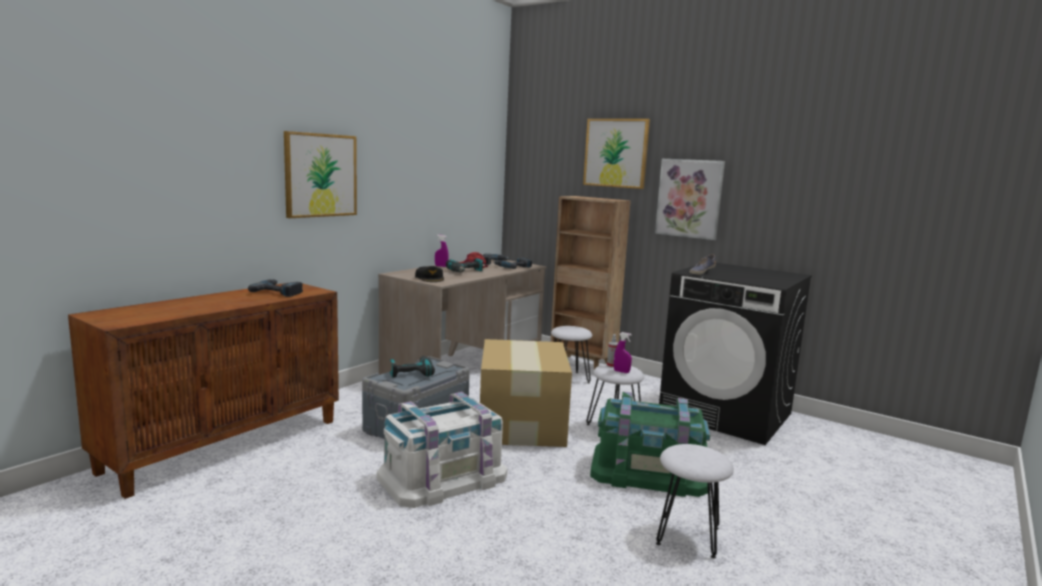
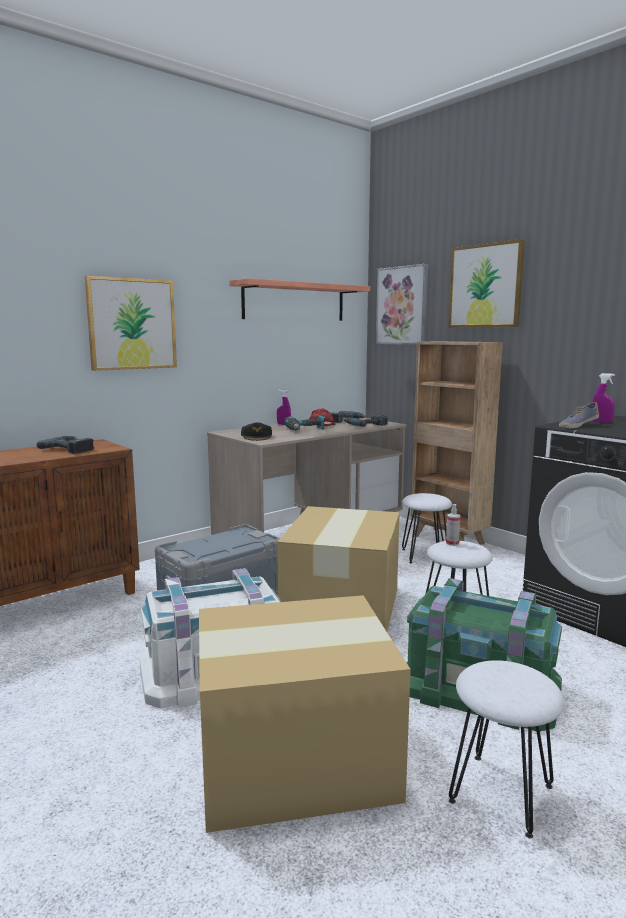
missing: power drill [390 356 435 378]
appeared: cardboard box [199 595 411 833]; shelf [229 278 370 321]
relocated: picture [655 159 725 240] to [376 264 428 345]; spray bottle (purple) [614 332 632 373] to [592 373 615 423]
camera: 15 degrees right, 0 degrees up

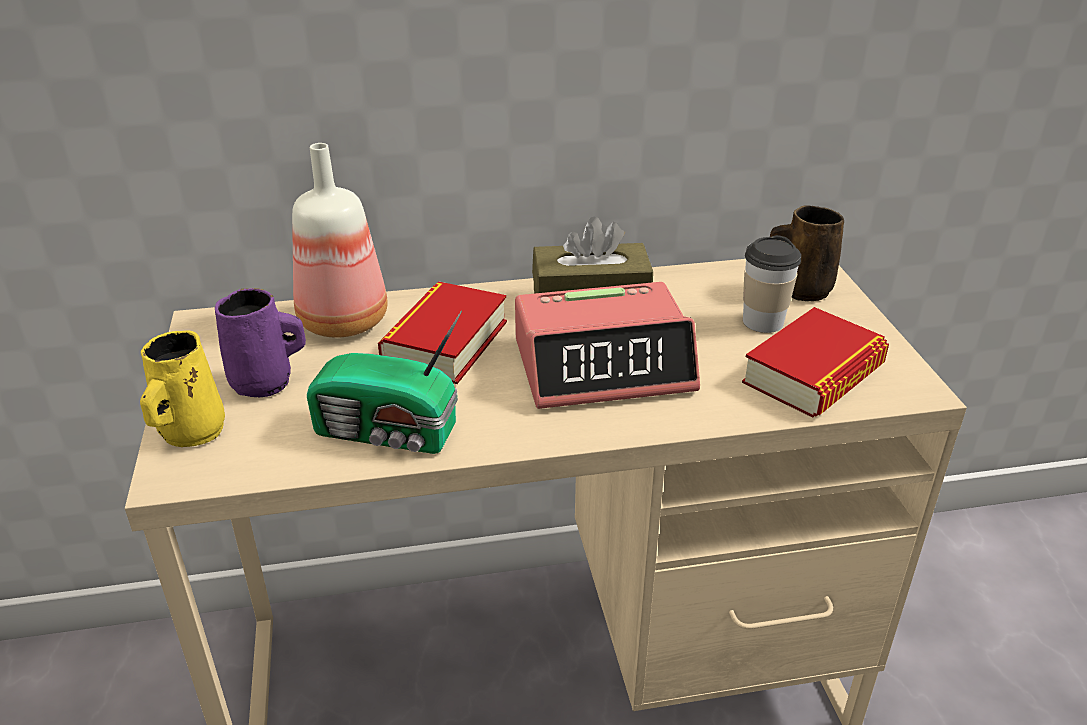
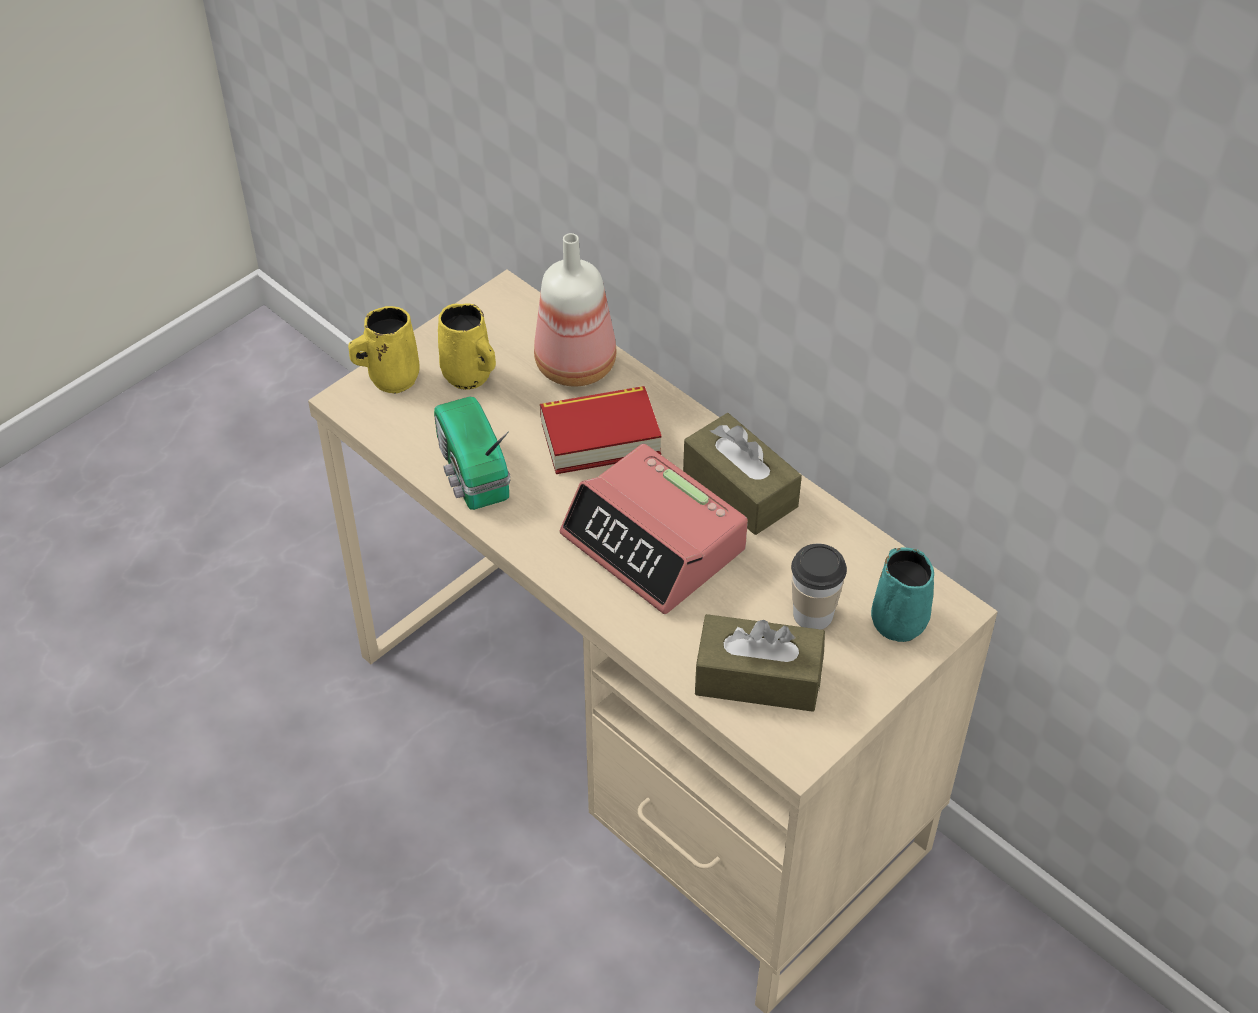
exchanged: book [742 307 889 418] to tissue box (brown) [695 614 825 712]
colour: mug (purple) [215 288 306 397] to mug (yellow) [438 303 496 390]; mug (brown) [770 205 844 301] to mug (turquoise) [871 547 934 642]
camera: 55 degrees right, 15 degrees up

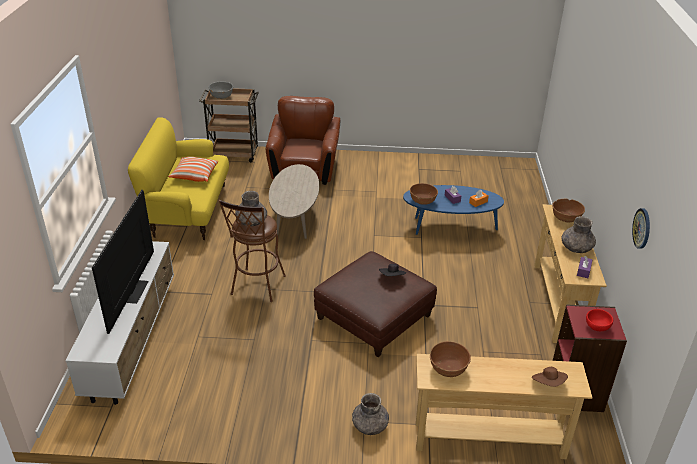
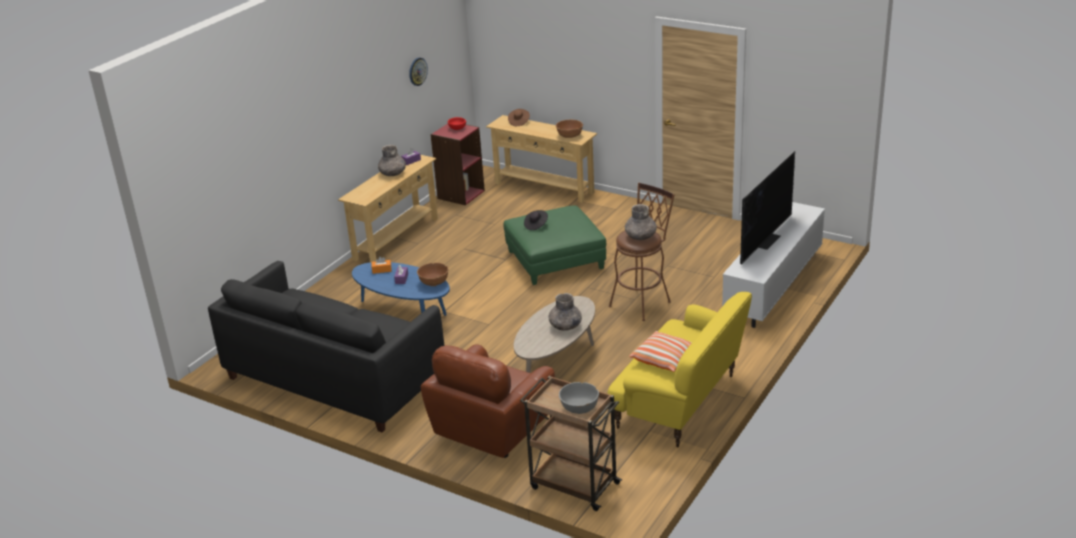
missing: bowl (brown) [552 199 585 223]
appeared: sofa (black) [208 261 444 432]
relocated: vase (grey) [352 393 389 435] to [548 293 582 331]
colour: ottoman (brown) [314 251 437 357] to ottoman (green) [504 205 606 285]
camera: 150 degrees left, 5 degrees down

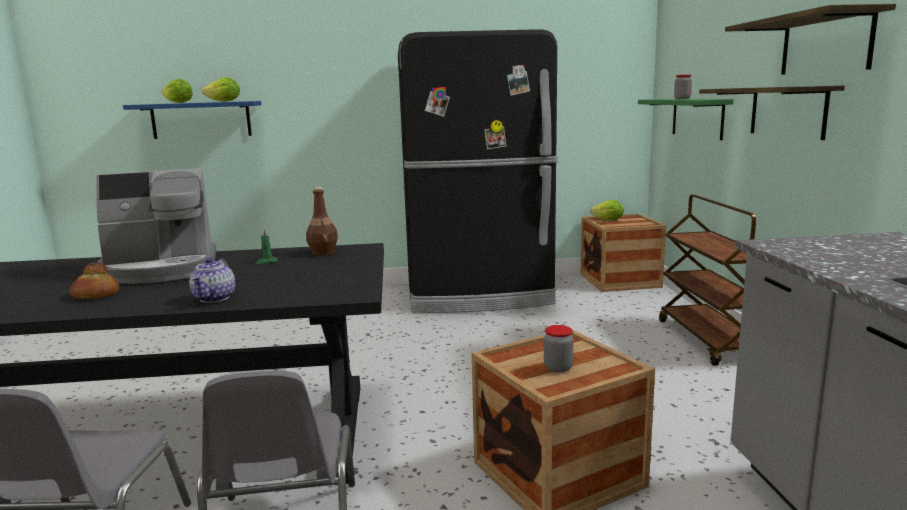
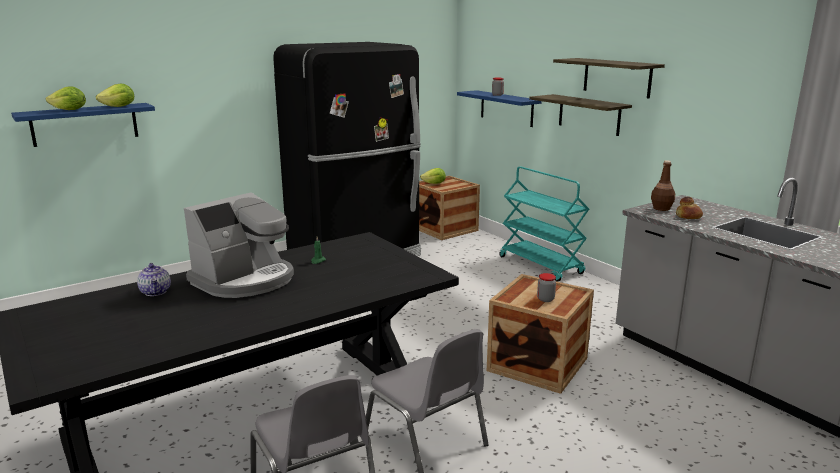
relocated: teapot [189 258 235 303] to [137 263 171 296]; bottle (brown) [306 187 338 256] to [651 160 675 211]; bread [70 262 119 299] to [676 196 703 219]
colour: shelf (green) [638 99 734 140] to shelf (blue) [457 90 542 127]; cart (brown) [659 194 756 366] to cart (turquoise) [499 166 589 282]
camera: 30 degrees left, 5 degrees up

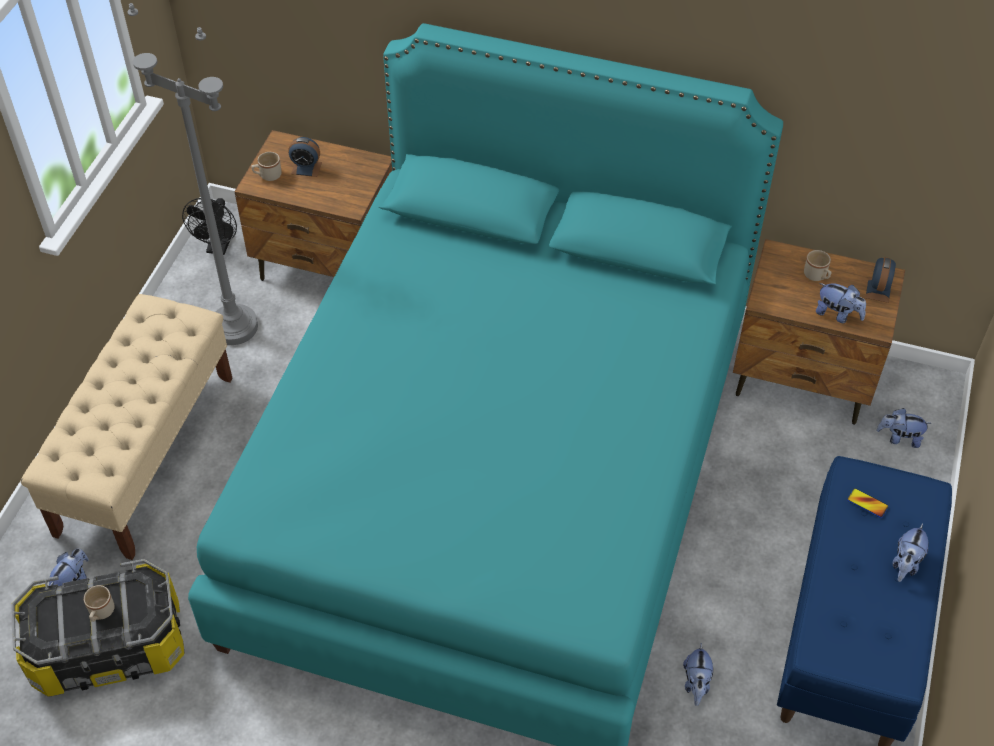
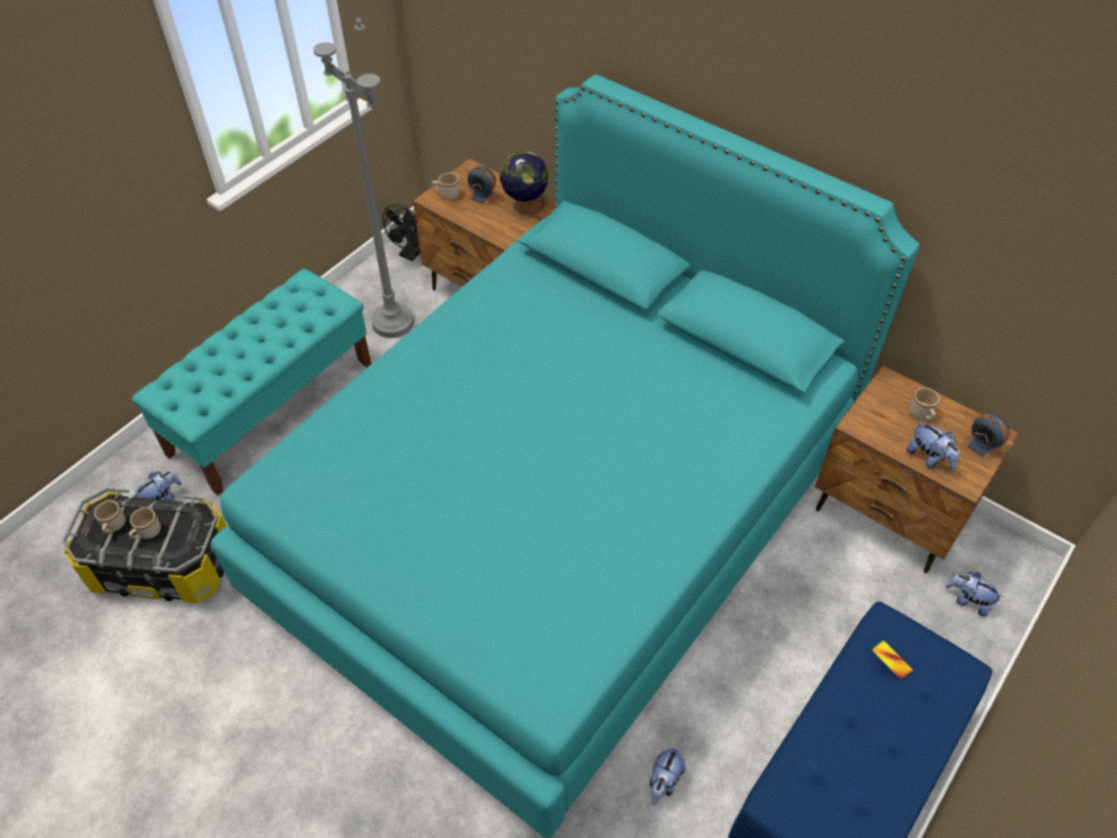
missing: plush toy [893 523 928 582]
appeared: mug (beige) [94 500 126 534]; globe [500 152 549 214]
colour: bench (beige) [21 294 232 560] to bench (turquoise) [131 269 371 495]
spun: alarm clock [865 257 896 303] = [962 413 1009 461] 105 degrees clockwise
camera: 20 degrees right, 0 degrees up

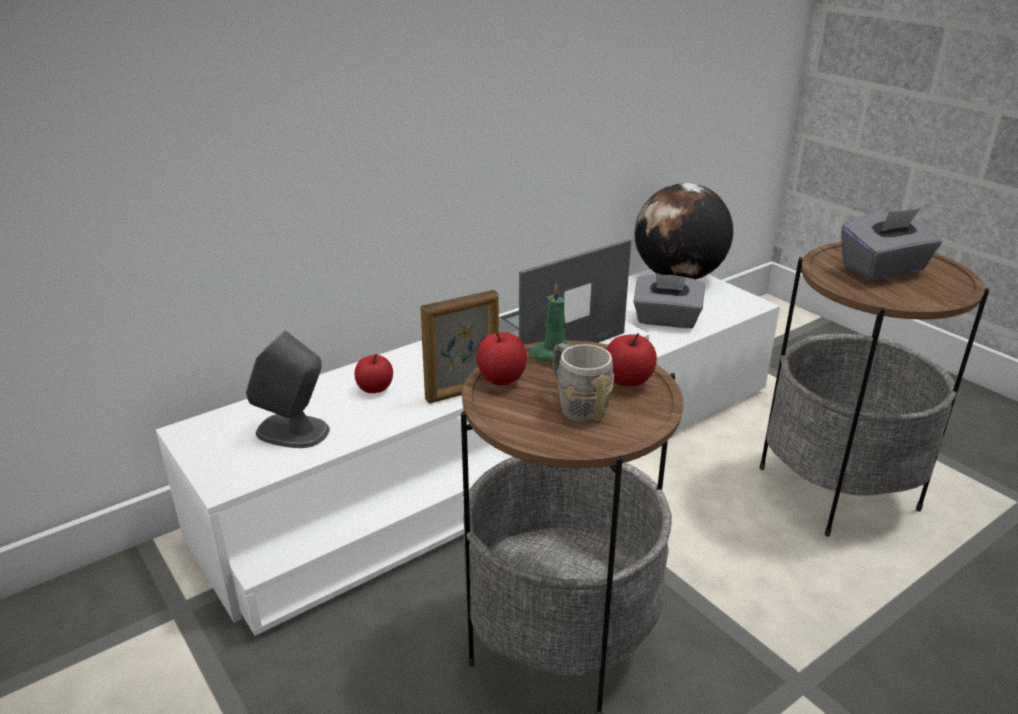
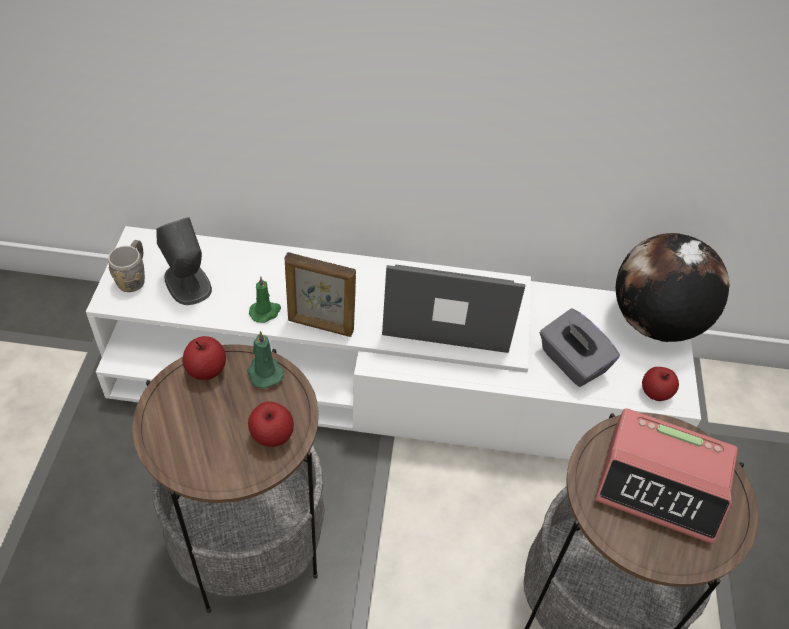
appeared: candle (green) [249 277 281 323]
relocated: mug (grey) [553 343 614 423] to [108 240 145 292]; apple [355 354 393 393] to [642 367 679 401]
exchanged: tissue box (grey) [841 208 942 280] to alarm clock [595 408 738 544]
camera: 40 degrees right, 20 degrees up

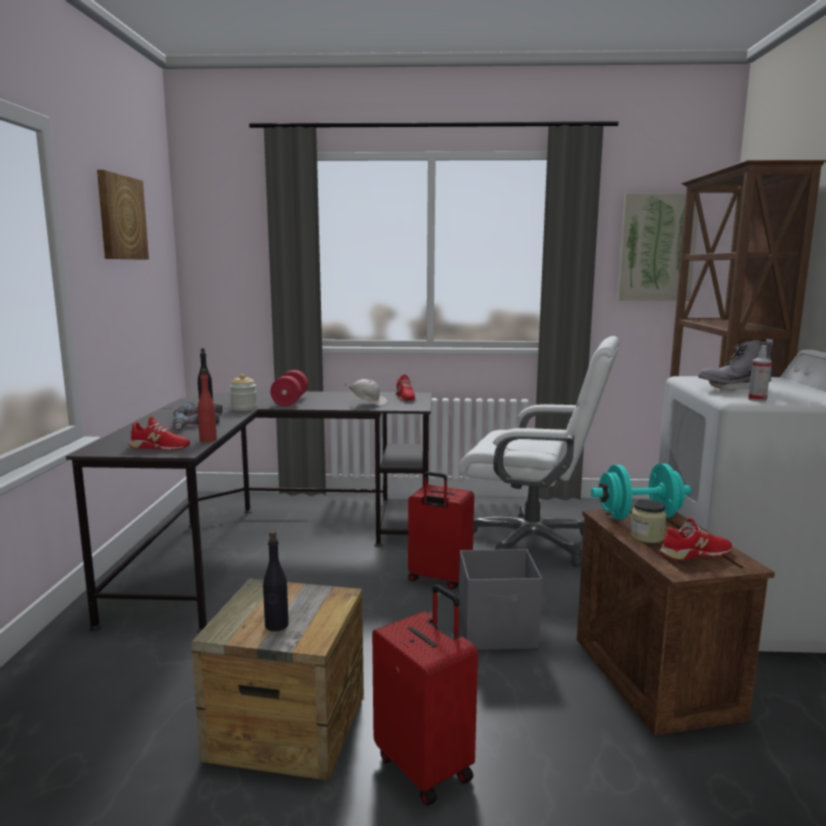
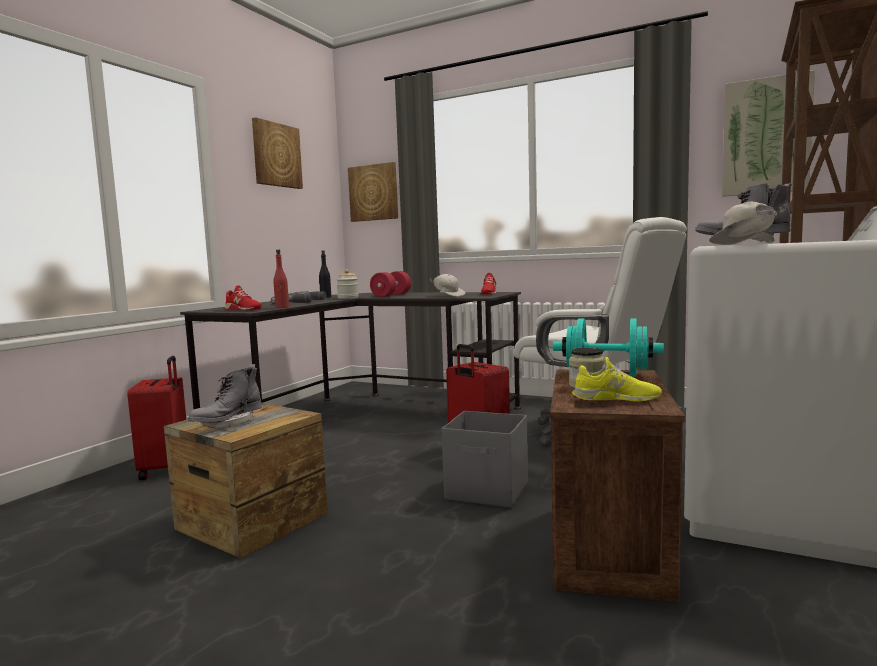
appeared: picture [348 162 398 222]
relocated: suitcase (red) [372 585 478 806] to [127 356 186 480]
exchanged: bottle (black) [263 531 289 631] to boot (grey) [187 364 262 429]; spray bottle [748 345 771 402] to cap (white) [709 201 784 245]
colour: shoe (red) [659 518 732 560] to shoe (yellow) [572 357 662 401]
camera: 25 degrees right, 5 degrees down

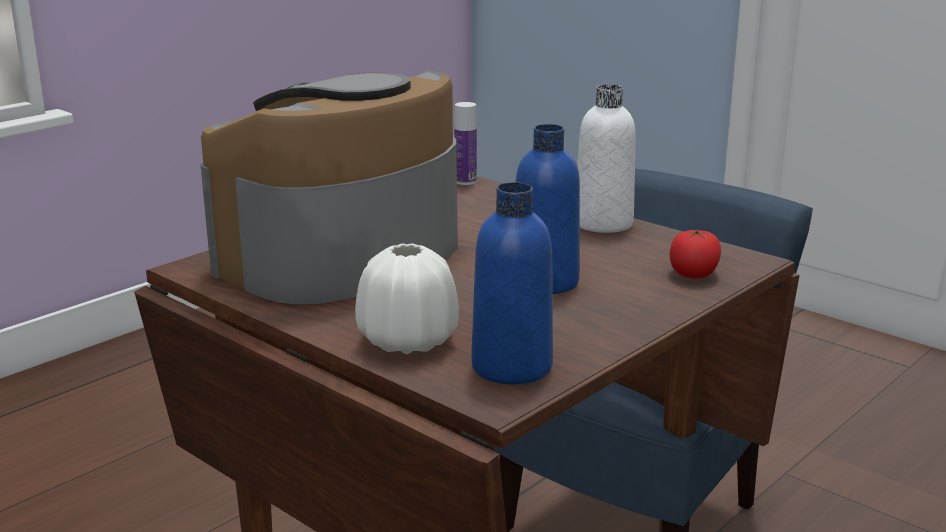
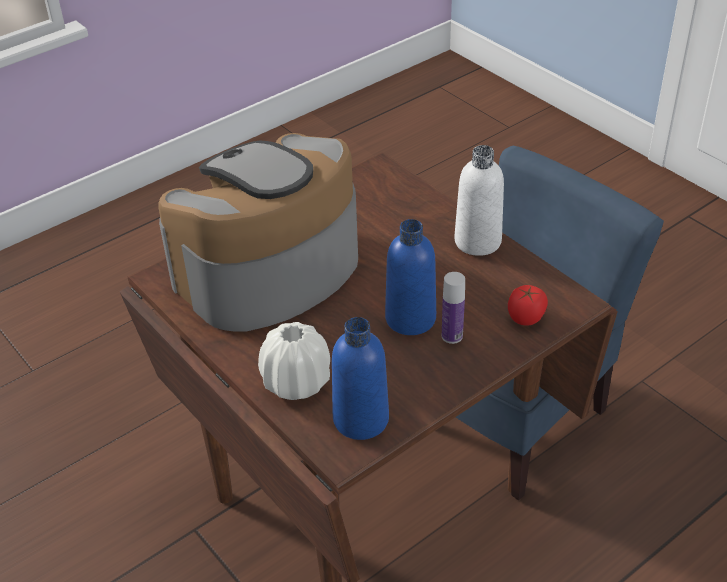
relocated: bottle [454 102 477 185] to [442 272 465 344]
camera: 10 degrees right, 20 degrees up

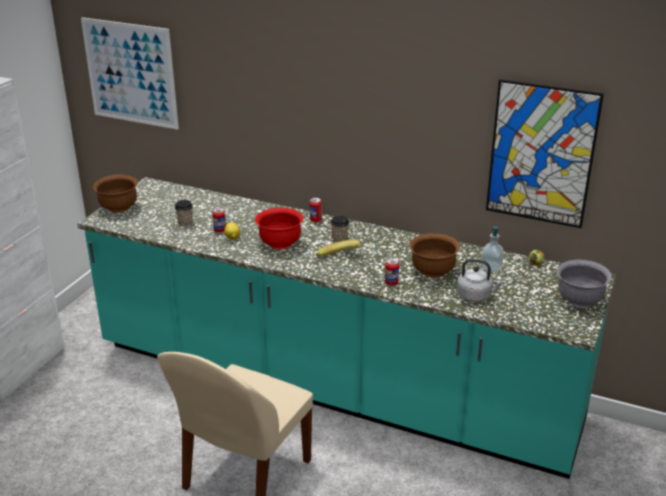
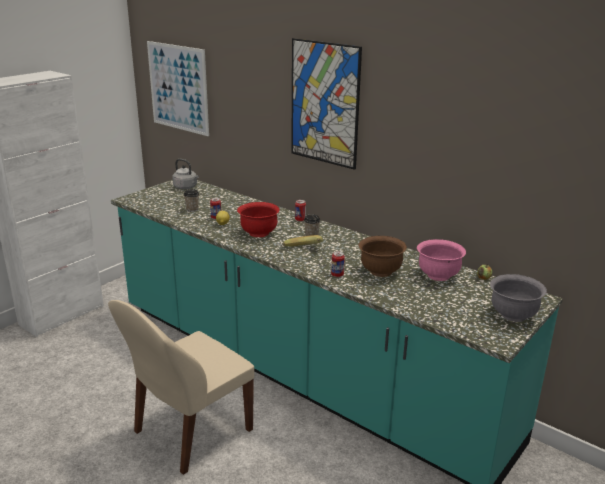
missing: bowl (brown) [93 174 138 213]
relocated: kettle (grey) [456 259 504 302] to [172 159 199 189]; picture [486 79 604 228] to [291 38 362 170]
exchanged: soap dispenser [480 226 504 272] to bowl (pink) [417 239 466 281]
camera: 15 degrees right, 5 degrees down

